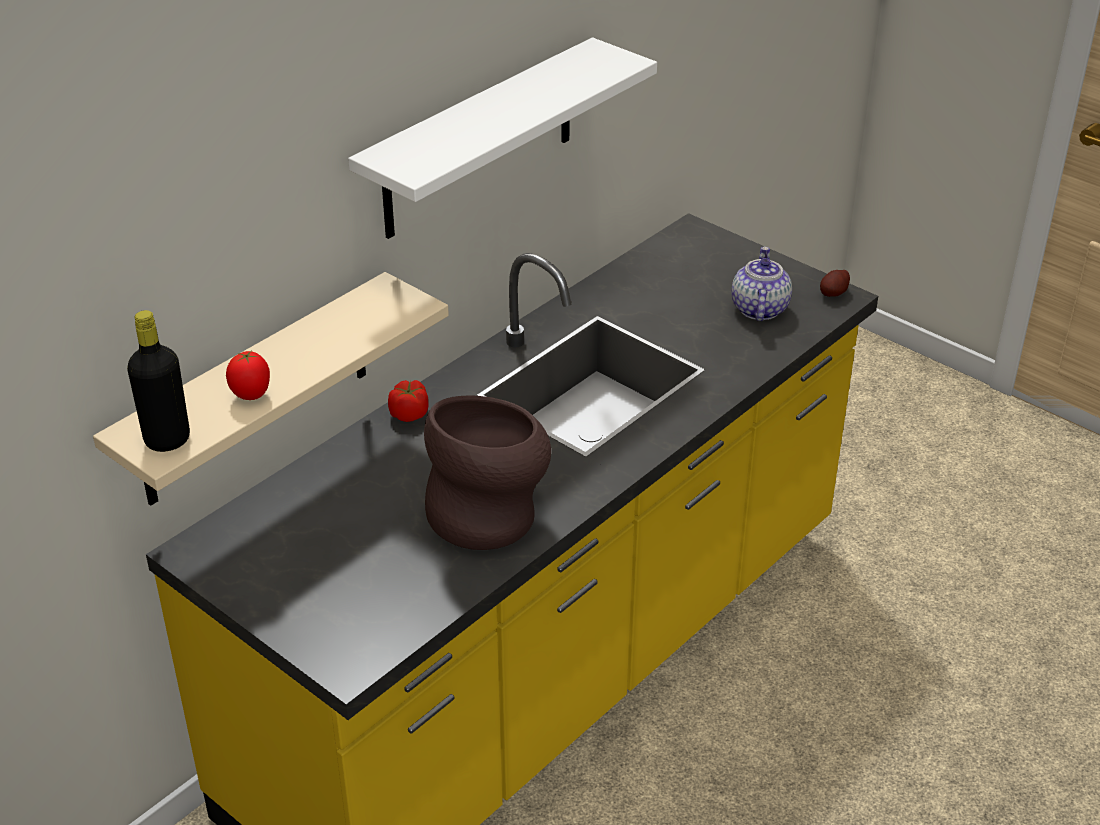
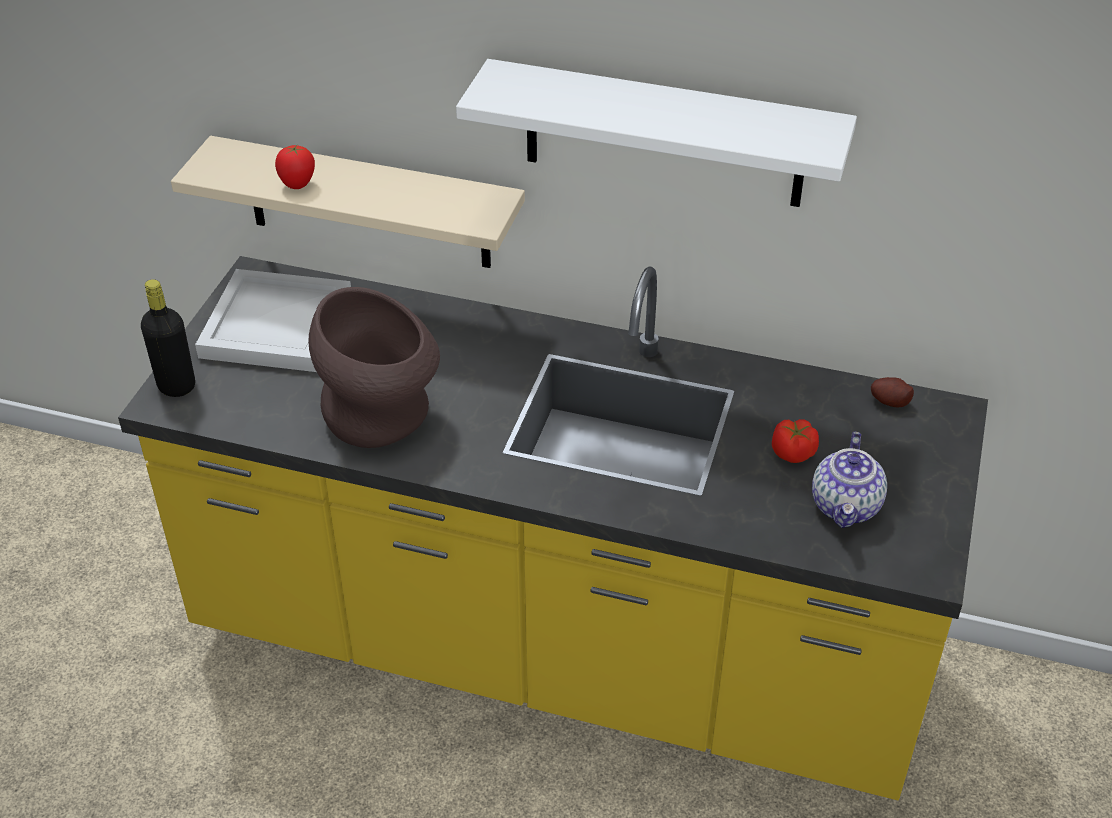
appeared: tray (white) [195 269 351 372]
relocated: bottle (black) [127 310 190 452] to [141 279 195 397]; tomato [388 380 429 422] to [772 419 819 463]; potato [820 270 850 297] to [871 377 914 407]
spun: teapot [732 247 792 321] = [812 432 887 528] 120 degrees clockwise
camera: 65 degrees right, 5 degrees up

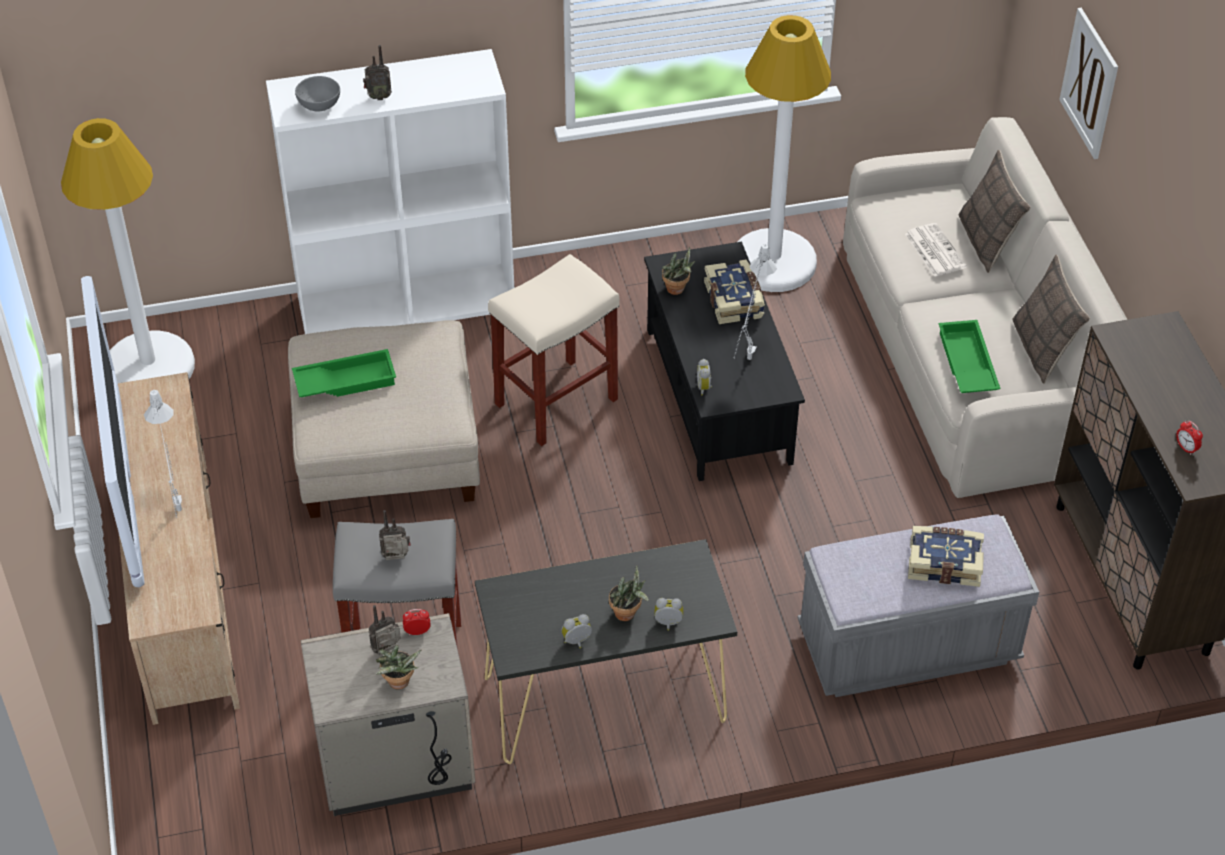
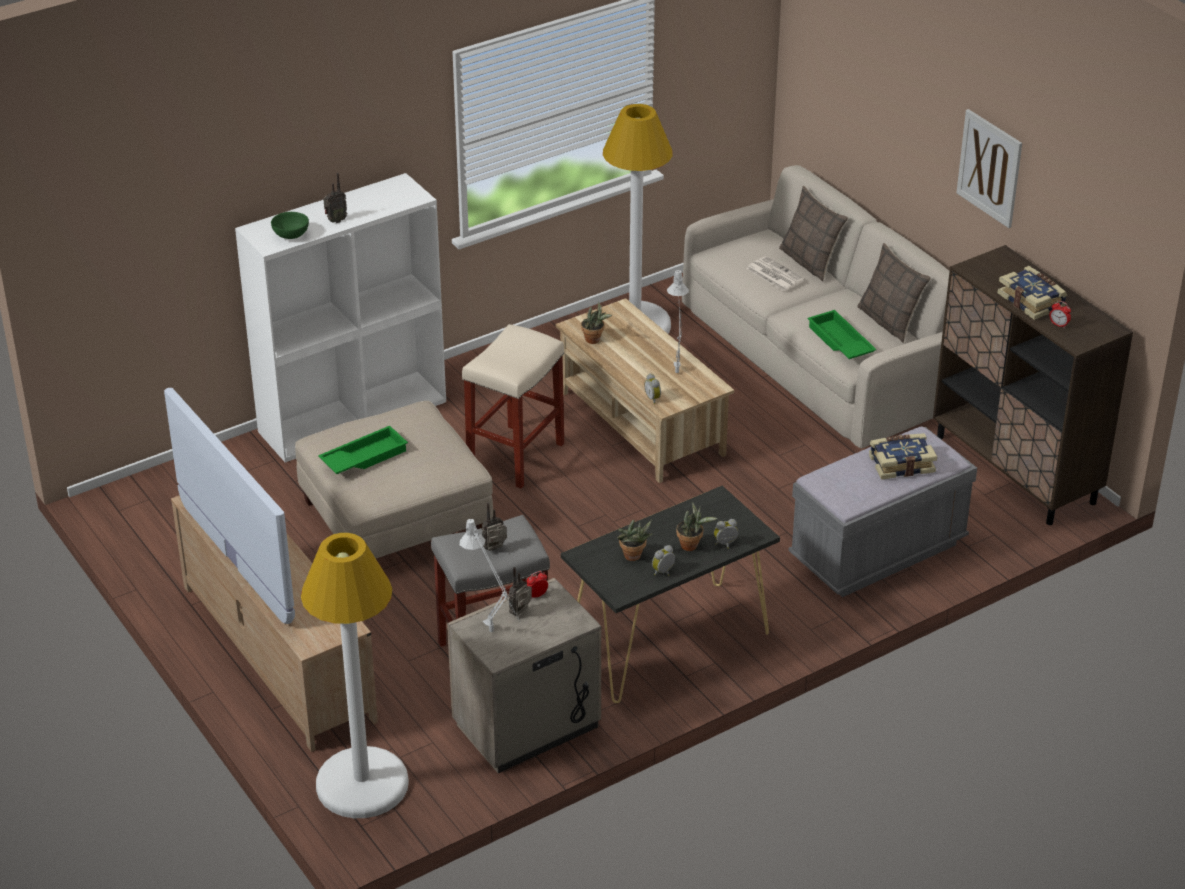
relocated: floor lamp (white) [61 118 195 383] to [301 533 409 818]; table lamp (grey) [144 390 182 517] to [460 519 520 632]; potted plant [376 645 422 690] to [617 519 652 561]; picture [1059 8 1118 159] to [957 109 1022 228]; book [704 260 765 324] to [997 266 1067 320]
colour: bowl (grey) [295 76 340 111] to bowl (green) [271 212 309 239]; coffee table (black) [644 241 805 481] to coffee table (beige) [555 298 734 483]
camera: 20 degrees left, 10 degrees down

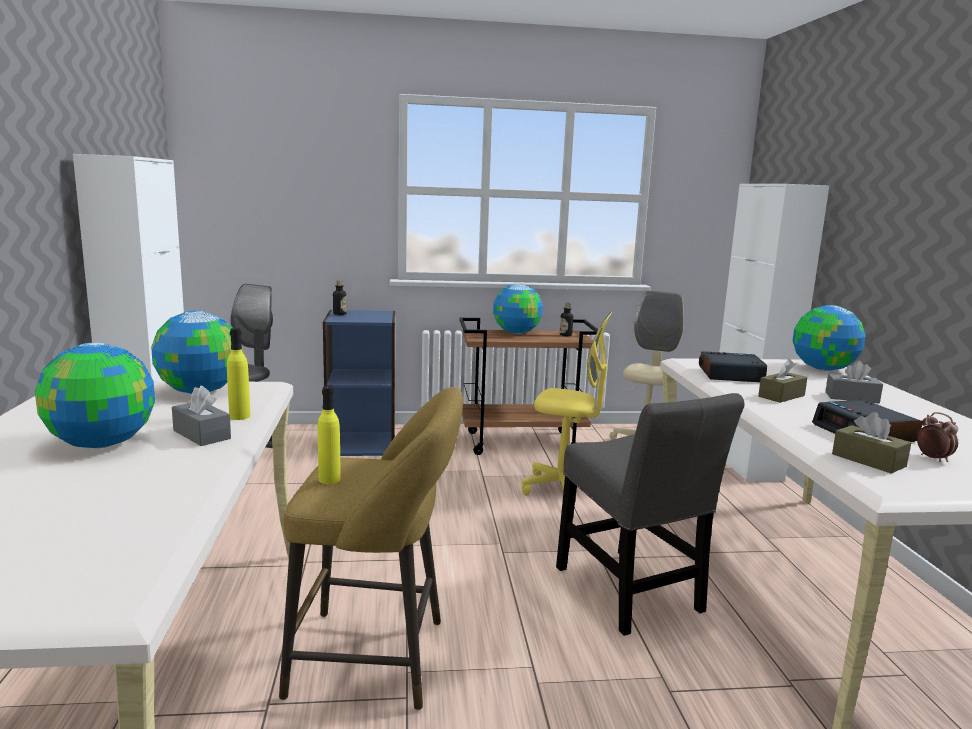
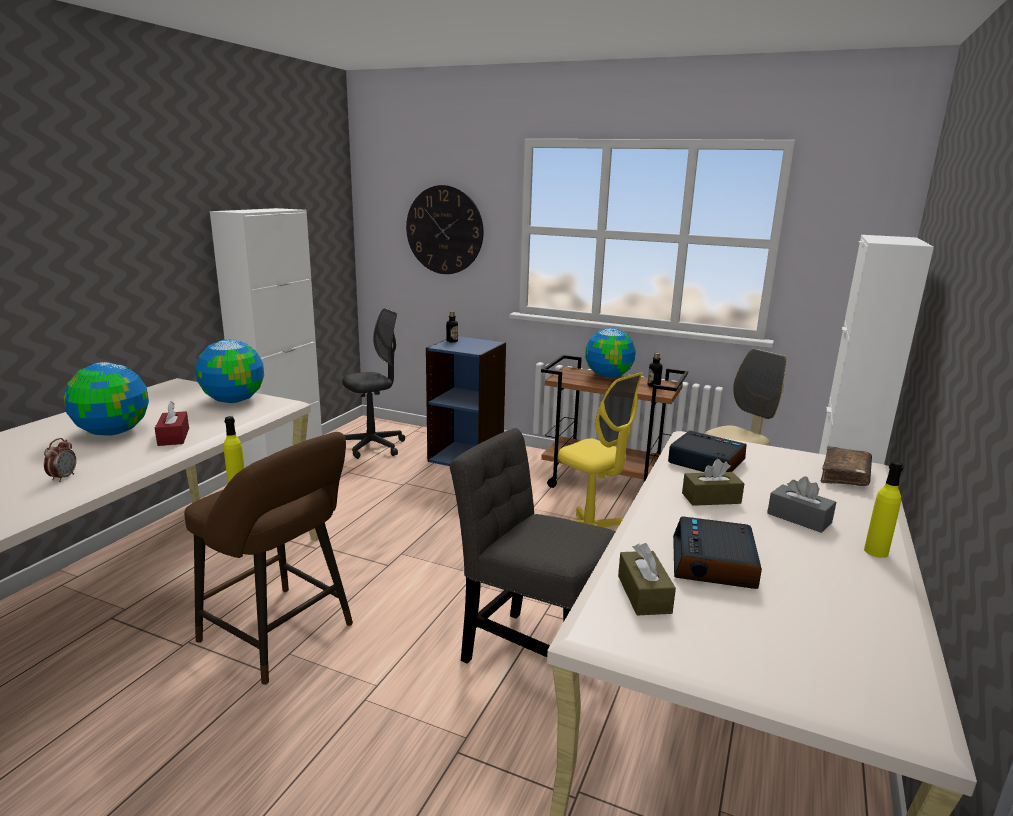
appeared: wall clock [406 185 483 274]
relocated: alarm clock [917 412 958 462] to [44 438 76 482]; bottle (yellow) [227 328 250 420] to [864 461 903 558]
exchanged: globe [793 305 866 371] to book (brown) [821 446 872 486]
colour: tissue box (grey) [172 386 231 446] to tissue box (red) [155 401 189 446]; stool (yellow) [279 387 463 710] to stool (brown) [184 432 353 685]
spun: chair (grey) [556 393 745 636] = [450 428 615 664] 120 degrees clockwise
camera: 30 degrees right, 5 degrees up

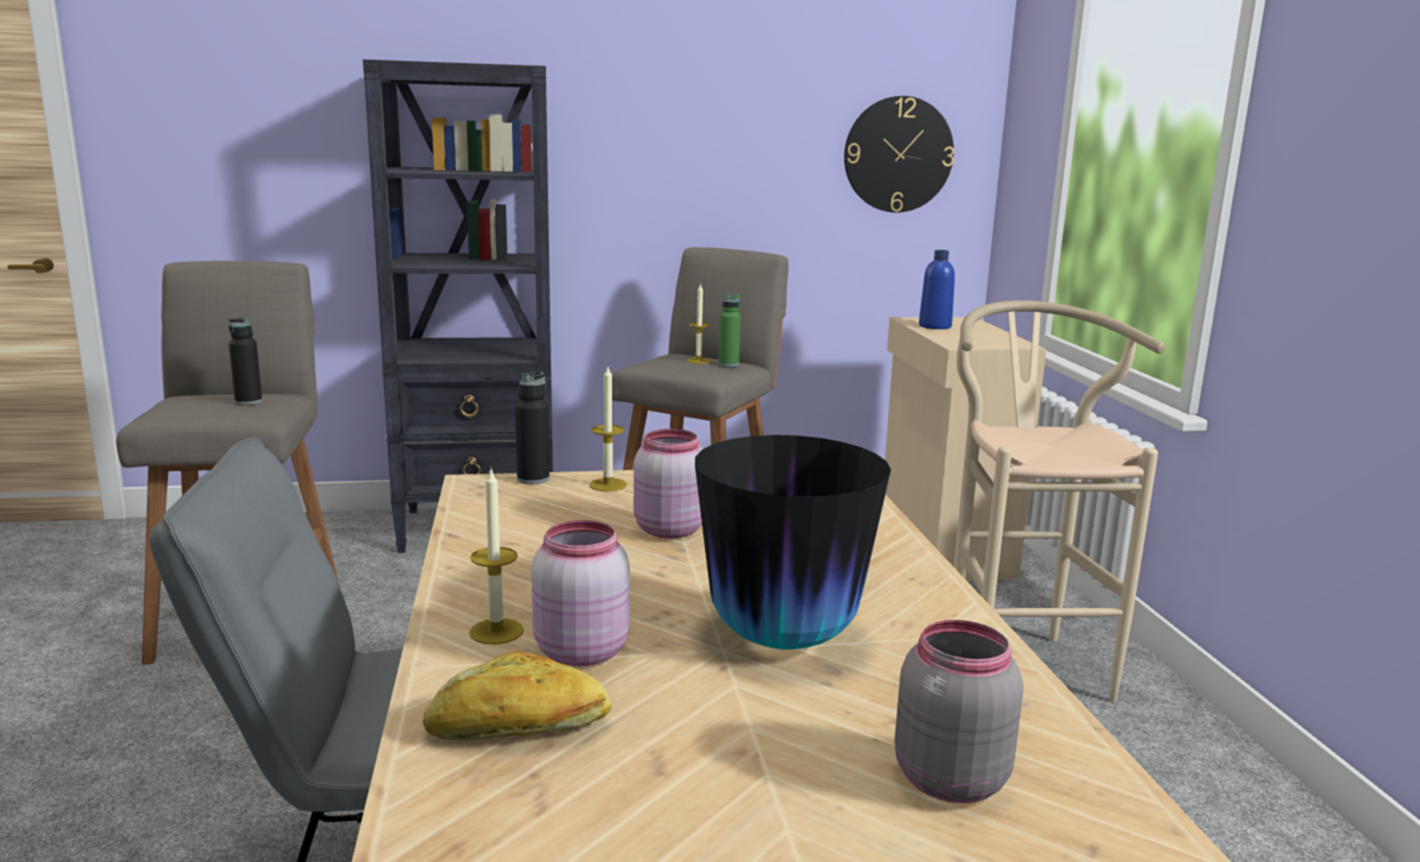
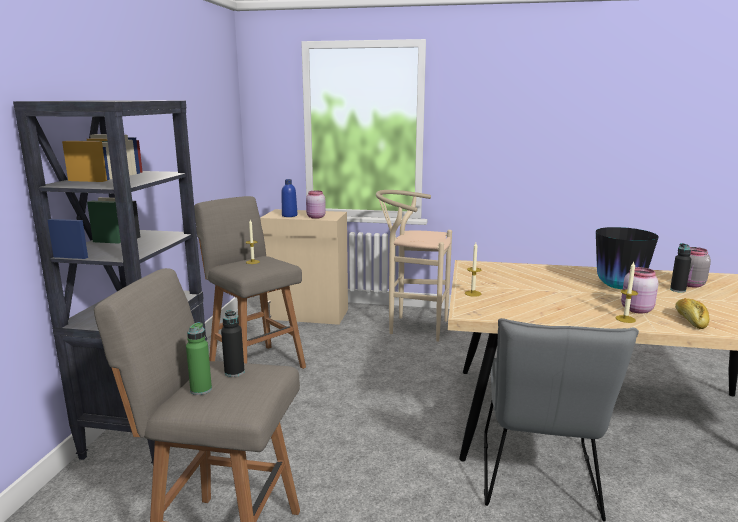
missing: wall clock [844 96 954 213]
relocated: bottle (green) [718 294 741 367] to [186 322 212 395]; jar (pink) [634 429 703 539] to [306 191 326 219]; bottle (black) [515 372 550 484] to [670 243 691 293]
camera: 70 degrees left, 0 degrees up

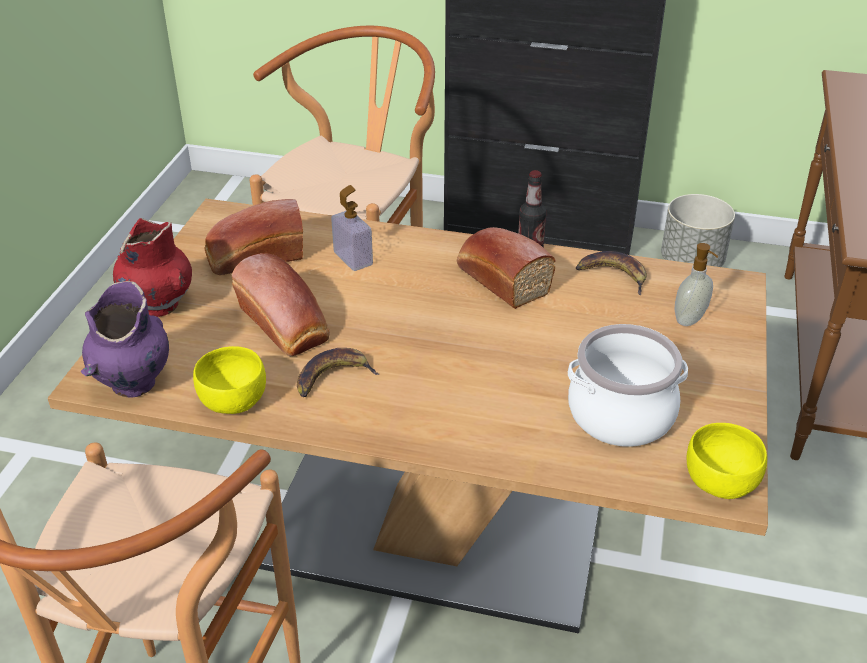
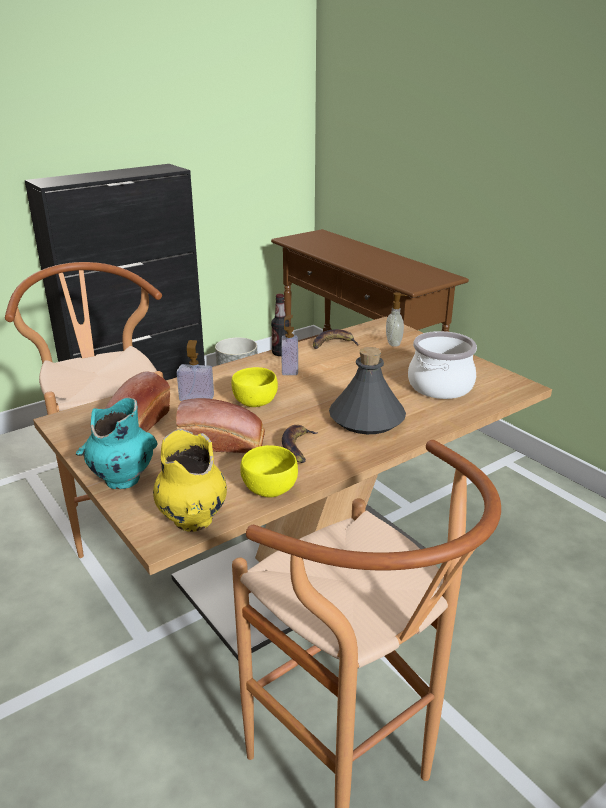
appeared: bottle (grey) [329 347 406 434]
relocated: bowl (yellow) [687 423 767 499] to [231 367 278 407]
exchanged: bread [457 227 556 309] to soap dispenser [281 315 298 375]
colour: vase (red) [113 218 192 317] to vase (turquoise) [76 397 158 489]; vase (purple) [81 281 169 398] to vase (yellow) [153 429 227 532]
camera: 50 degrees left, 10 degrees down

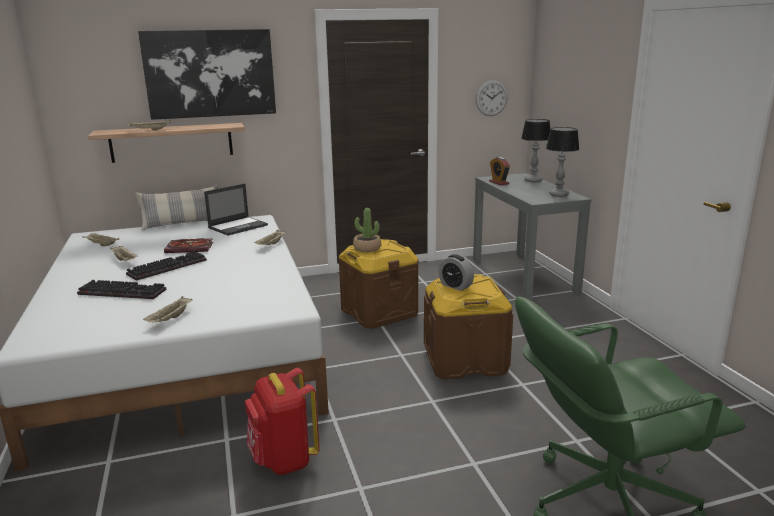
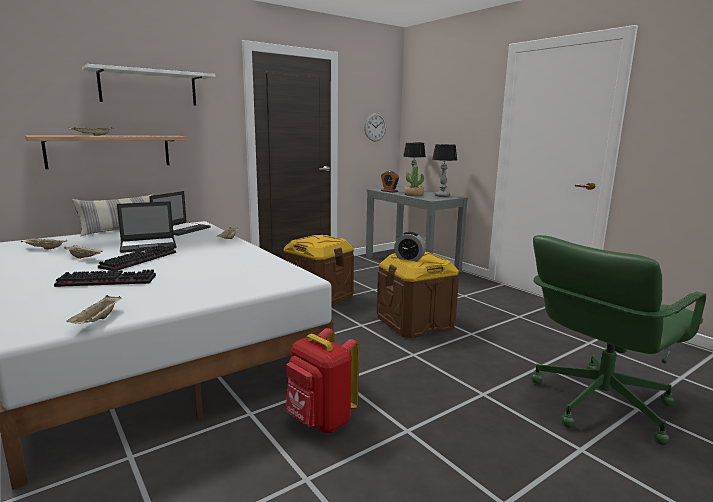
relocated: tray (beige) [143 296 192 322] to [66 295 122 324]; potted plant [353 208 381 252] to [404 165 424 196]
exchanged: picture [138 29 276 120] to shelf (white) [82 64 216 106]; book [164 238 213 253] to laptop [117 201 177 253]
camera: 20 degrees left, 5 degrees down

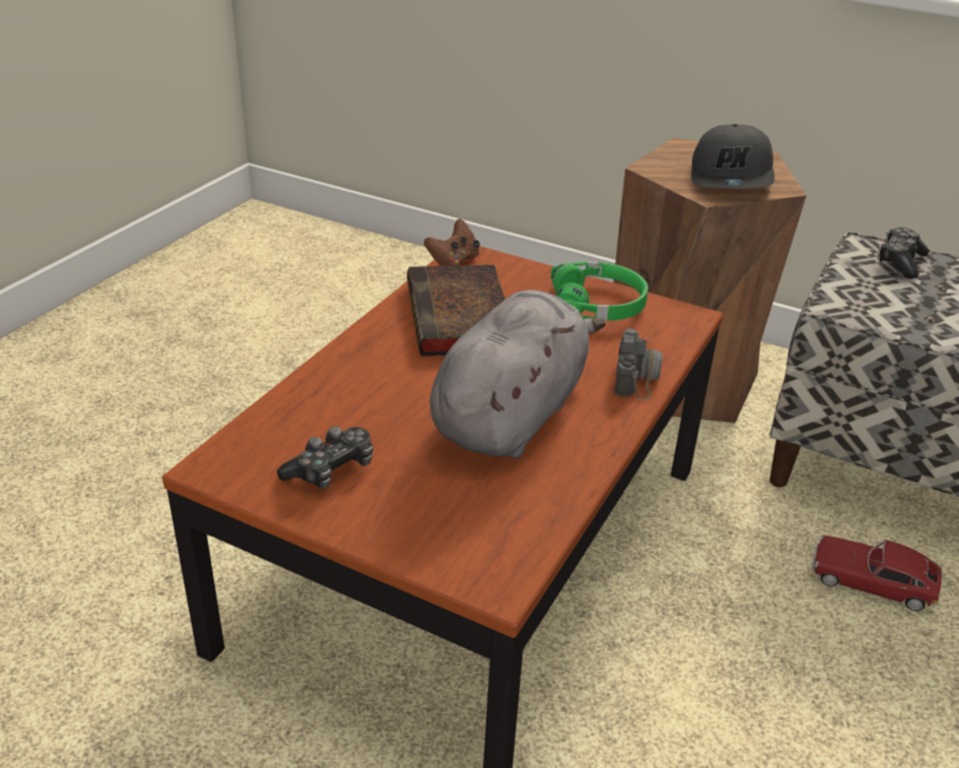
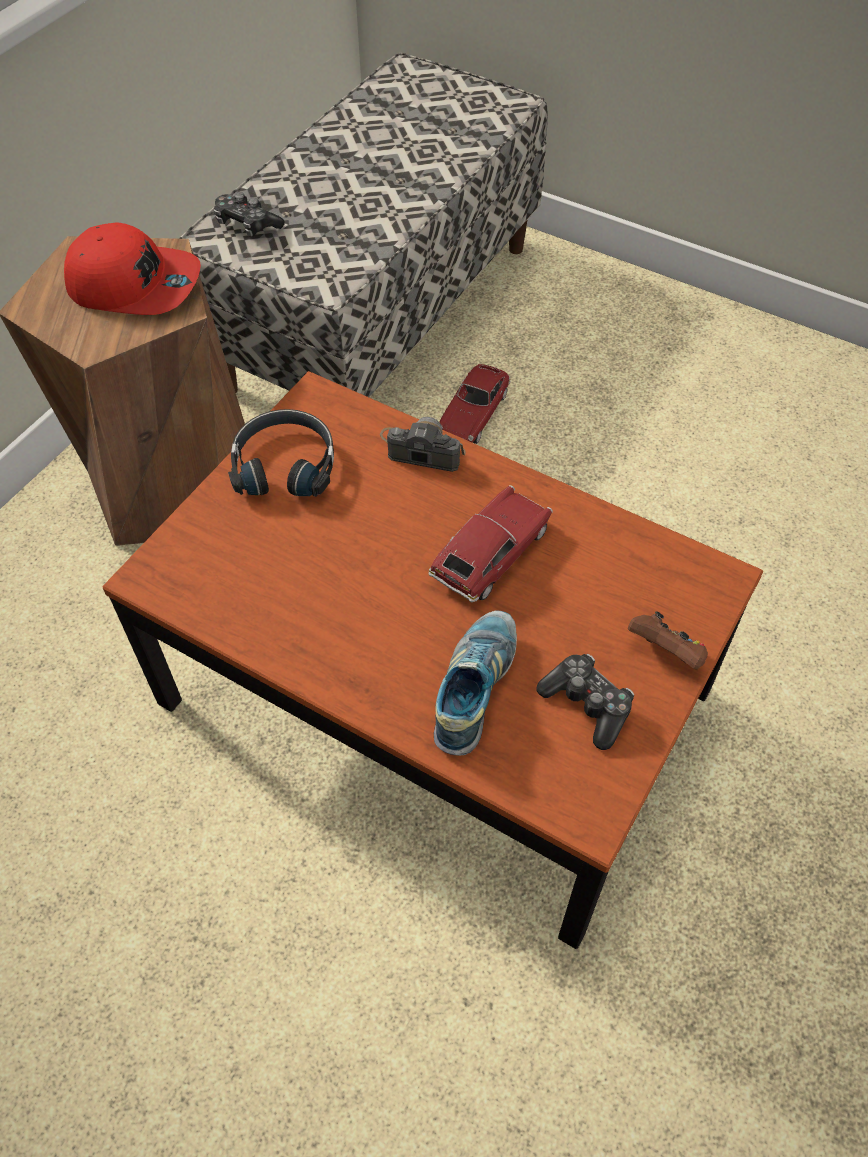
missing: book [407 265 505 356]
appeared: shoe [434 610 517 755]
relocated: game controller (brown) [424 219 480 266] to [628 611 708 669]
exchanged: plush toy (grey) [430 290 606 458] to toy car [429 485 553 602]
colour: cap (grey) [691 124 775 188] to cap (red) [64 223 201 315]; headphones (green) [551 262 648 321] to headphones (black) [228 409 334 497]
camera: 85 degrees left, 20 degrees up

